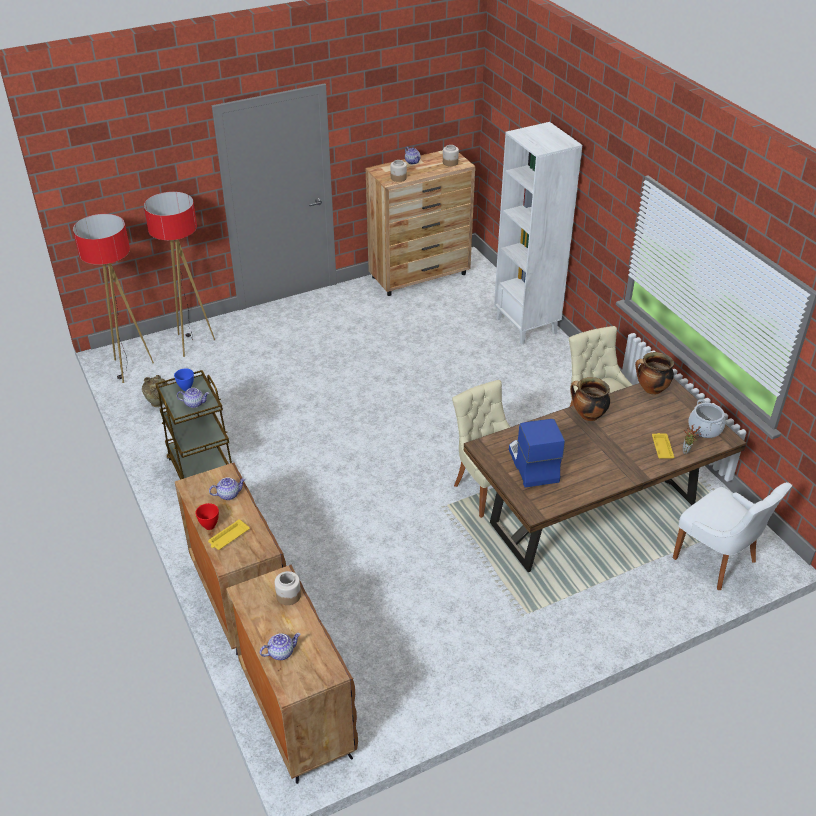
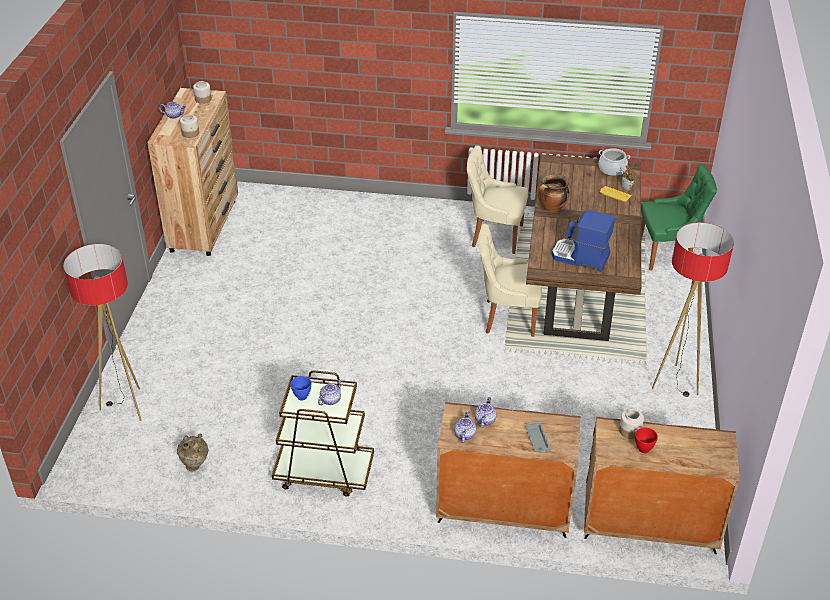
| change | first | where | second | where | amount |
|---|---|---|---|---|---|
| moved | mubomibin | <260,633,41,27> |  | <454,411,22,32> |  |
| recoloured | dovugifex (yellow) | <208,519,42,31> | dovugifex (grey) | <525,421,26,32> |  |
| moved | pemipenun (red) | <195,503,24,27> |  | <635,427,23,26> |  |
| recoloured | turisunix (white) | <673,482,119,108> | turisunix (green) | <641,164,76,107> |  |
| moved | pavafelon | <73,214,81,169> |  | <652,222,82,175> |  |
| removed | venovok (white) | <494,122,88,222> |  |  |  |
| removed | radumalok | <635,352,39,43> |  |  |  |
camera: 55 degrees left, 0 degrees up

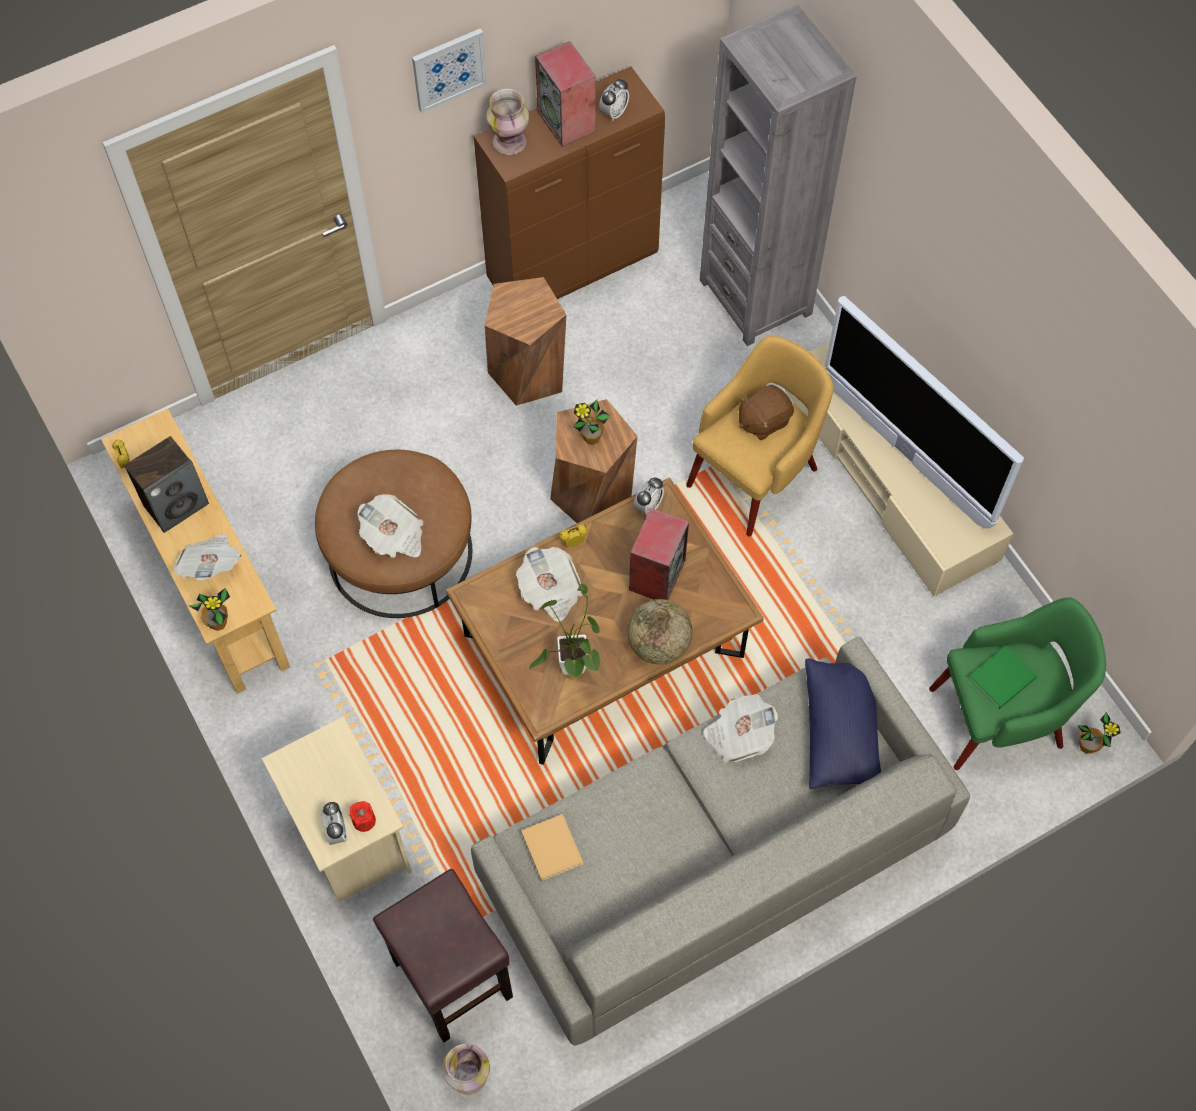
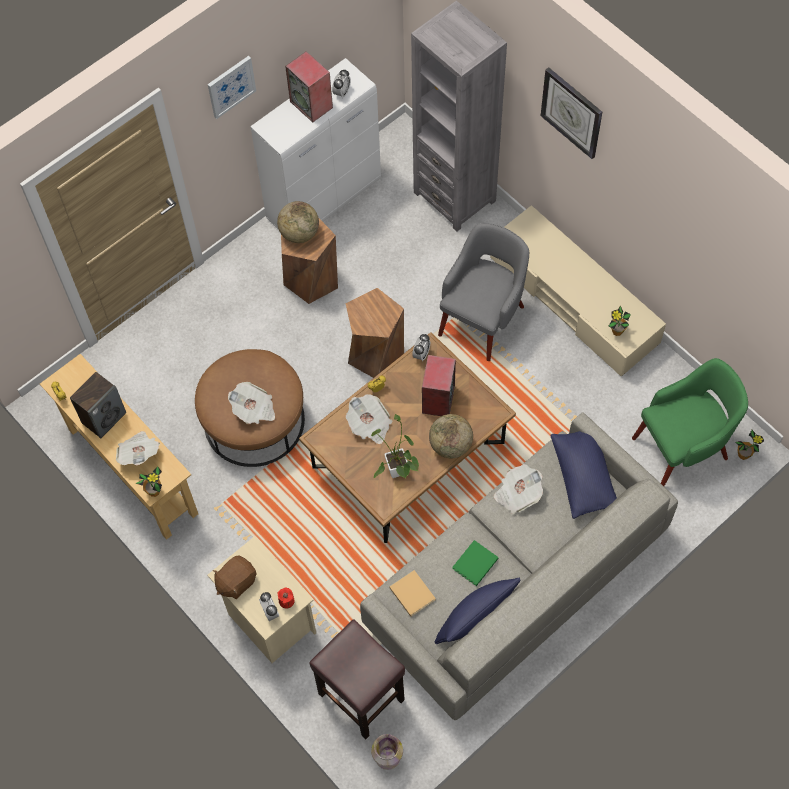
| change | first | where | second | where | amount |
|---|---|---|---|---|---|
| moved | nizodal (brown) | <739,385,55,55> |  | <213,556,43,43> |  |
| recoloured | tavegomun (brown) | <474,66,191,233> | tavegomun (white) | <250,58,131,172> |  |
| added |  |  | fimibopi | <277,201,42,42> |  |
| added |  |  | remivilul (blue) | <435,578,86,66> |  |
| recoloured | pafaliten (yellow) | <686,336,148,200> | pafaliten (grey) | <438,223,91,138> |  |
| moved | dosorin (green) | <968,646,69,63> |  | <452,540,46,46> |  |
| added |  |  | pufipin | <541,67,61,92> |  |
| moved | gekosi | <574,400,36,45> |  | <609,305,22,31> |  |
| removed | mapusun | <487,89,42,66> |  |  |  |
| removed | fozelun | <825,296,199,232> |  |  |  |
camera: 10 degrees left, 0 degrees up

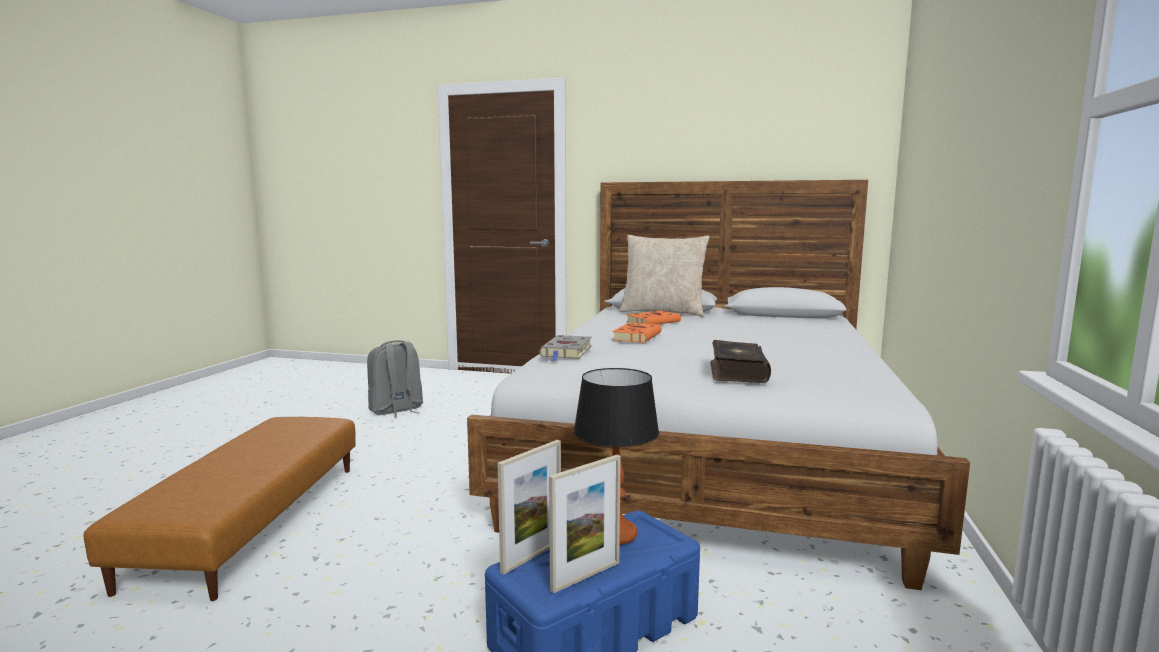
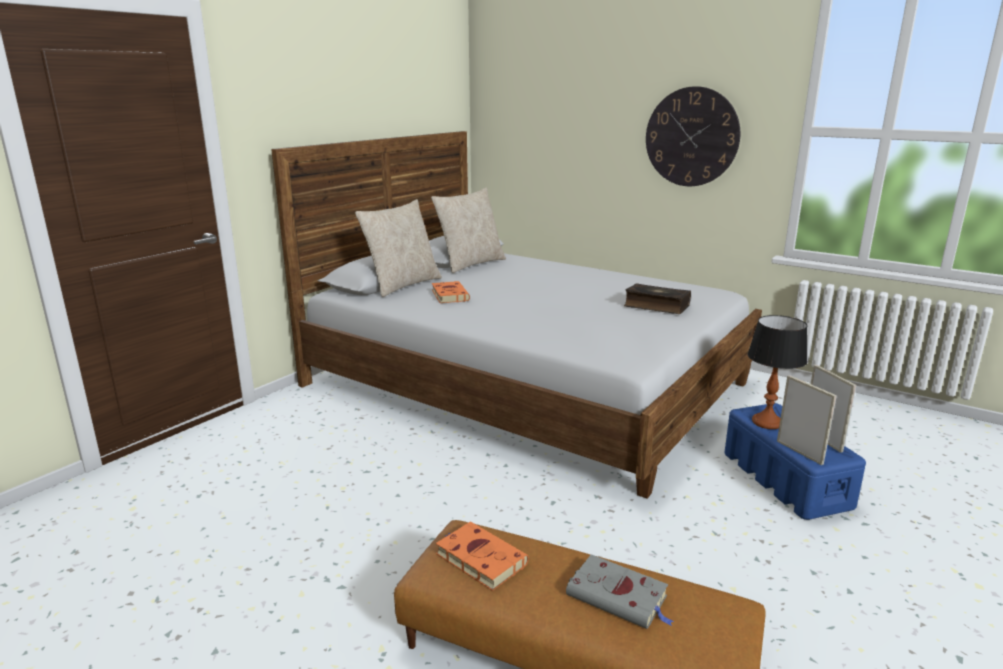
| change | first | where | second | where | amount |
|---|---|---|---|---|---|
| added |  |  | remivilul (beige) | <431,188,75,85> |  |
| moved | dosorin (orange) | <612,323,49,20> |  | <436,521,93,70> |  |
| moved | dosorin (grey) | <539,335,53,26> |  | <566,554,108,75> |  |
| added |  |  | pufipin | <646,86,94,100> |  |
| removed | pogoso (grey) | <367,340,56,78> |  |  |  |
camera: 70 degrees left, 10 degrees up

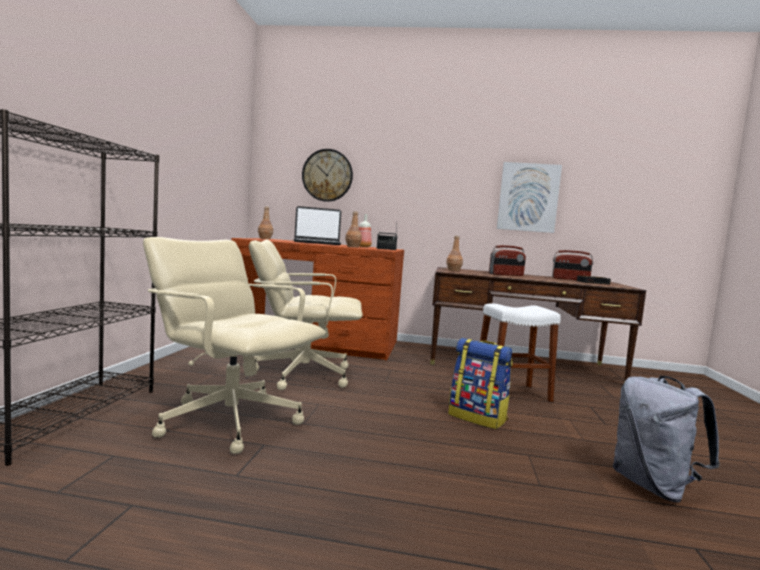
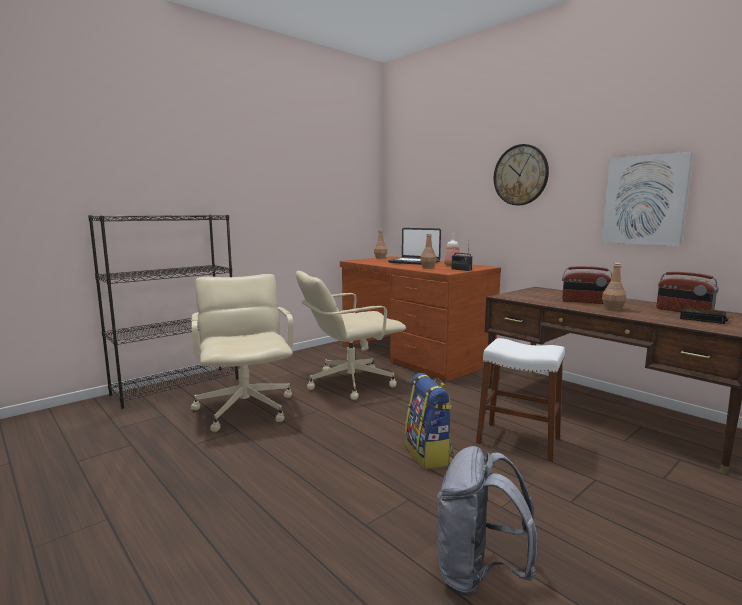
| change | first | where | second | where | amount |
|---|---|---|---|---|---|
| turned | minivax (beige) | <249,240,114,150> |  | <296,271,110,129> | 60 degrees counterclockwise |
| moved | pufipin | <302,149,51,53> |  | <494,144,55,61> |  |
| moved | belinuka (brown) | <446,236,17,35> |  | <602,263,24,47> |  |
camera: 40 degrees right, 5 degrees up

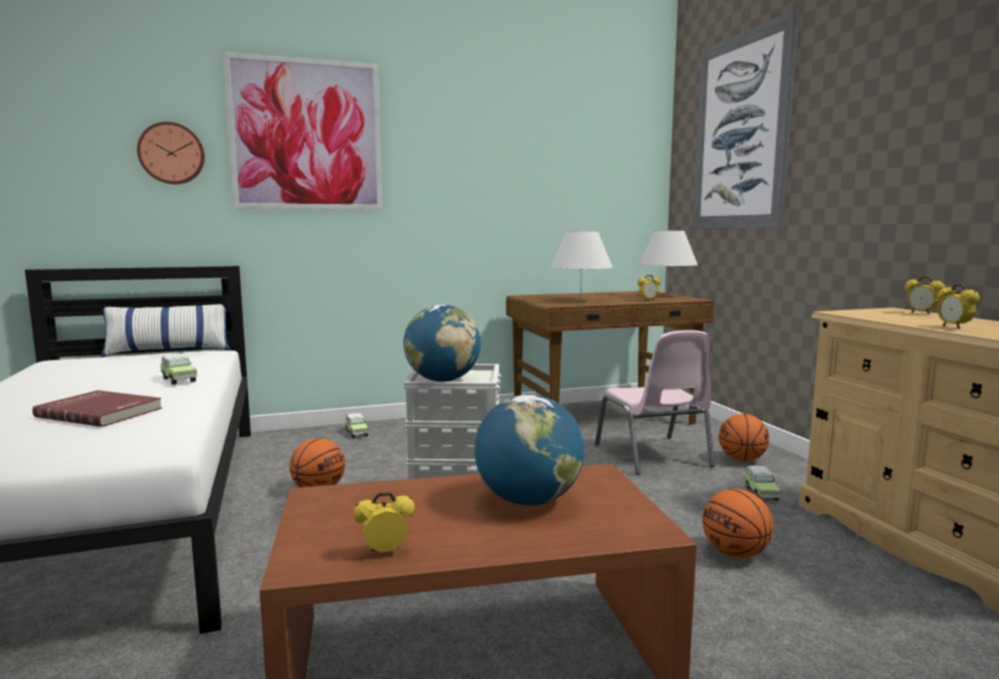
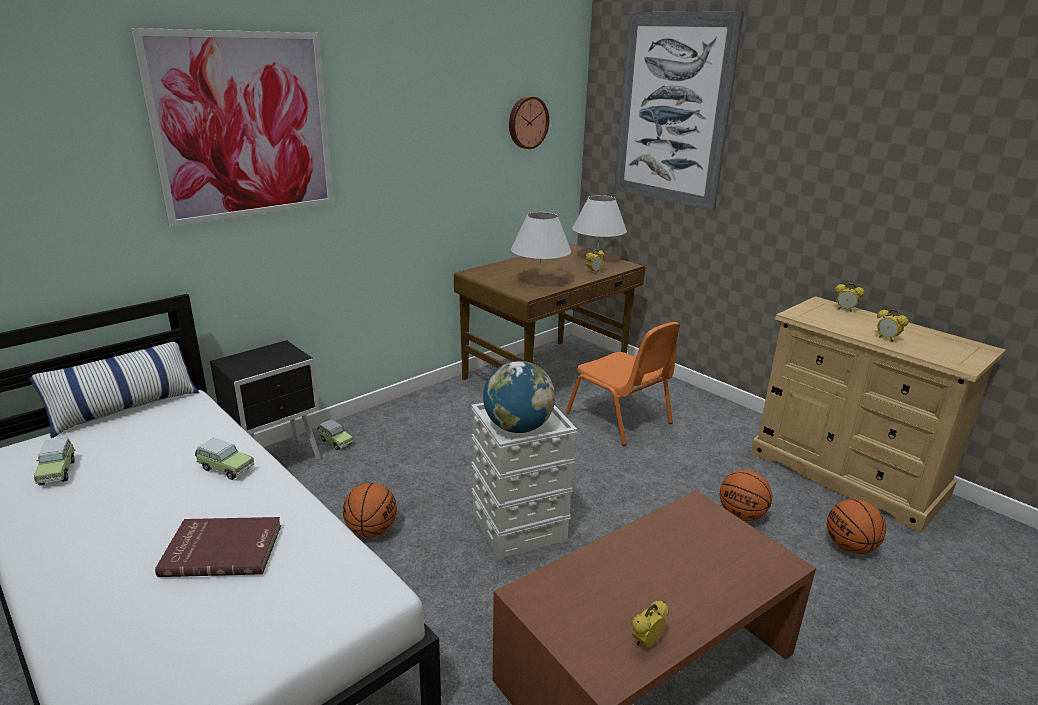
| change | first | where | second | where | amount |
|---|---|---|---|---|---|
| moved | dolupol | <744,466,37,35> |  | <34,438,41,48> |  |
| added |  |  | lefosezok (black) | <210,340,111,120> |  |
| moved | pufipin | <137,122,68,62> |  | <509,96,40,53> |  |
| recoloured | turisunix (pink) | <595,330,120,145> | turisunix (orange) | <566,322,114,124> |  |
| moved | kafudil | <719,414,50,47> |  | <827,499,59,55> |  |
| removed | fimibopi | <474,394,110,112> |  |  |  |
camera: 25 degrees left, 15 degrees up

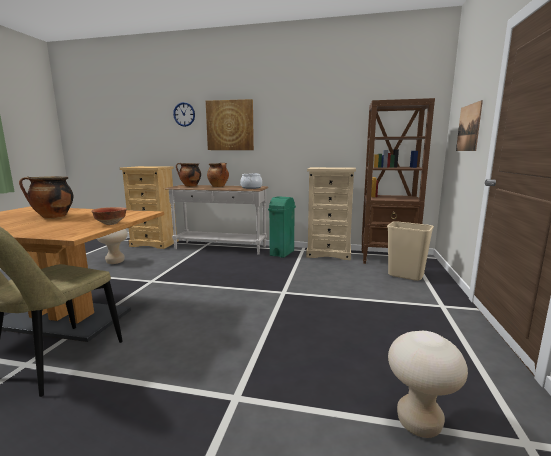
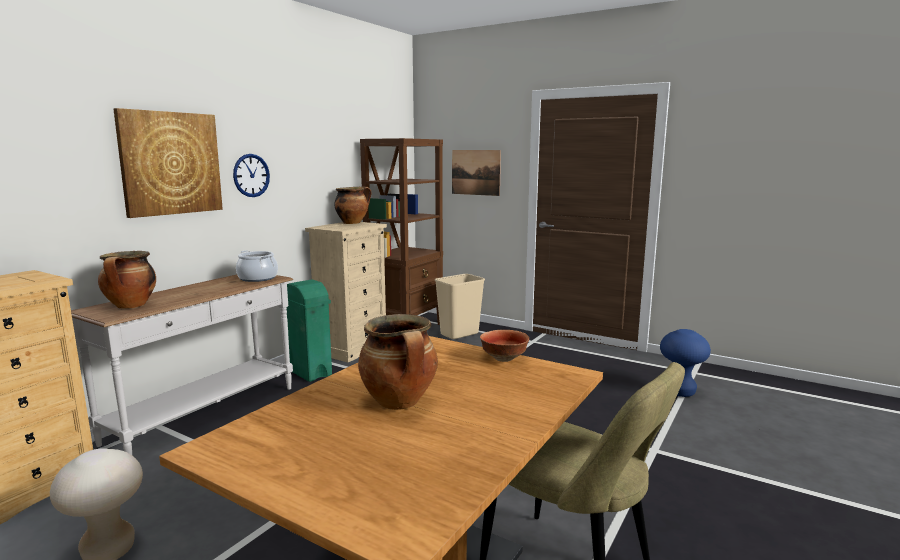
| change | first | where | second | where | amount |
|---|---|---|---|---|---|
| moved | pufipin | <173,102,22,25> |  | <233,154,37,43> |  |
| moved | radumalok | <207,163,22,24> |  | <334,186,37,38> |  |
| recoloured | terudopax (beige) | <388,331,80,107> | terudopax (blue) | <660,329,51,68> |  |
camera: 70 degrees left, 0 degrees up

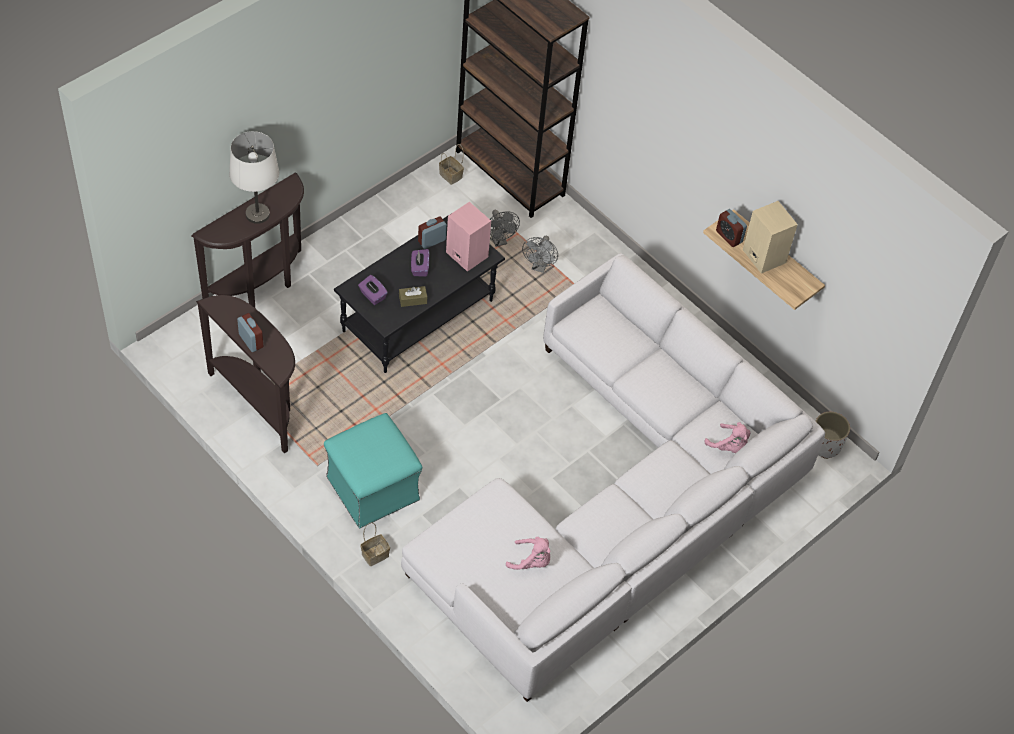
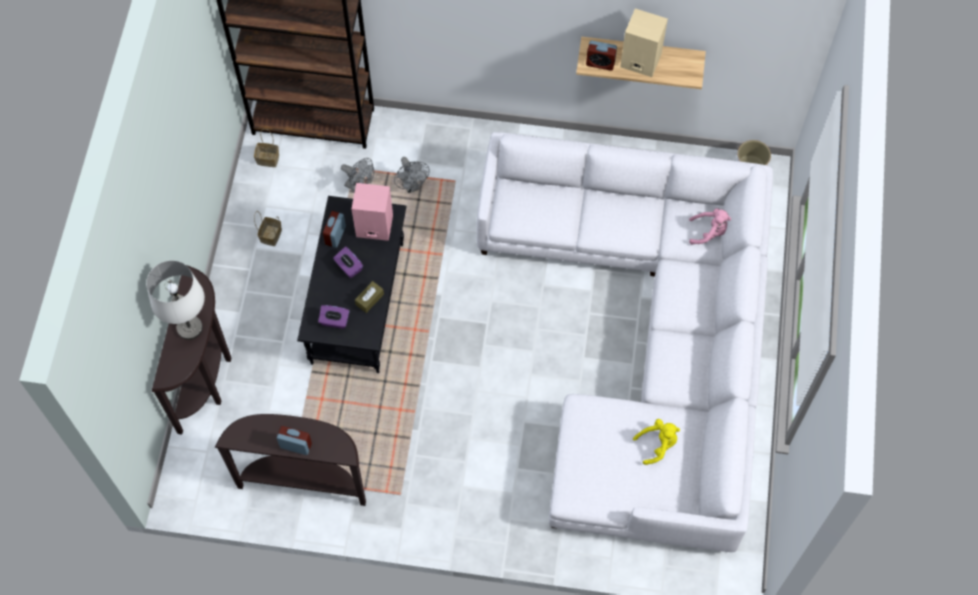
| change | first | where | second | where | amount |
|---|---|---|---|---|---|
| moved | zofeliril | <361,522,29,44> |  | <254,211,28,35> |  |
| recoloured | nizodal (pink) | <506,537,44,33> | nizodal (yellow) | <633,419,47,46> |  |
| removed | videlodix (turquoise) | <324,413,98,116> |  |  |  |
camera: 35 degrees left, 10 degrees up

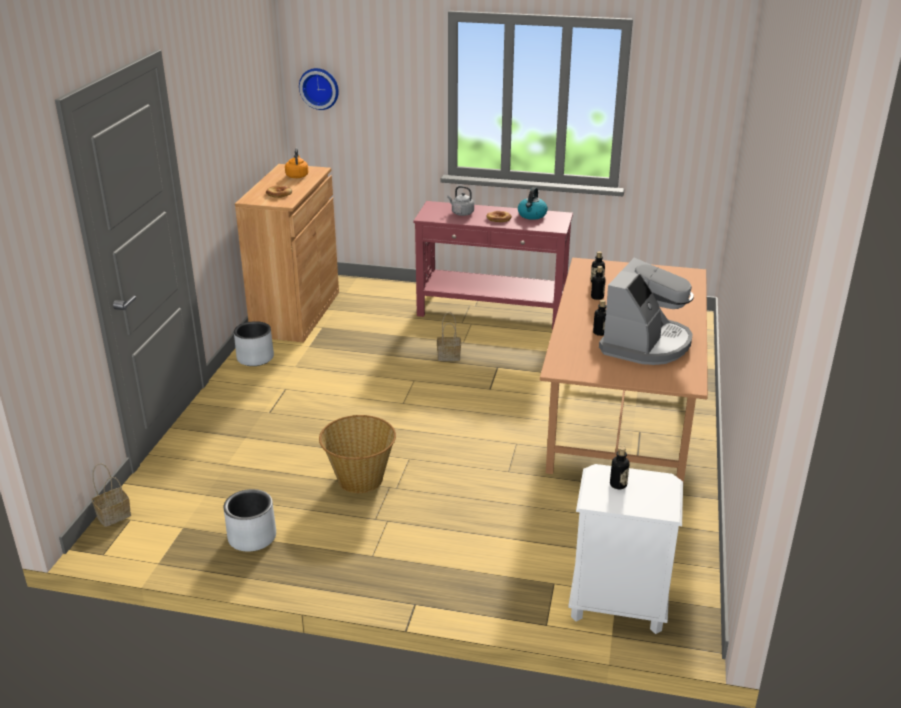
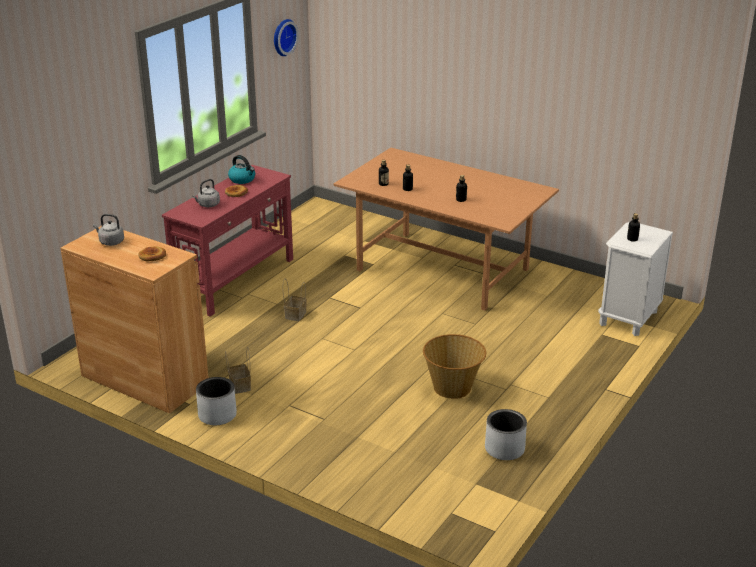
| change | first | where | second | where | amount |
|---|---|---|---|---|---|
| recoloured | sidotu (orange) | <285,148,23,30> | sidotu (grey) | <93,214,31,32> |  |
| moved | zofeliril | <92,463,39,64> |  | <225,347,26,47> |  |
| moved | pufipin | <299,68,40,42> |  | <274,19,25,37> |  |
| removed | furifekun | <599,258,95,107> |  |  |  |
camera: 70 degrees left, 0 degrees up

